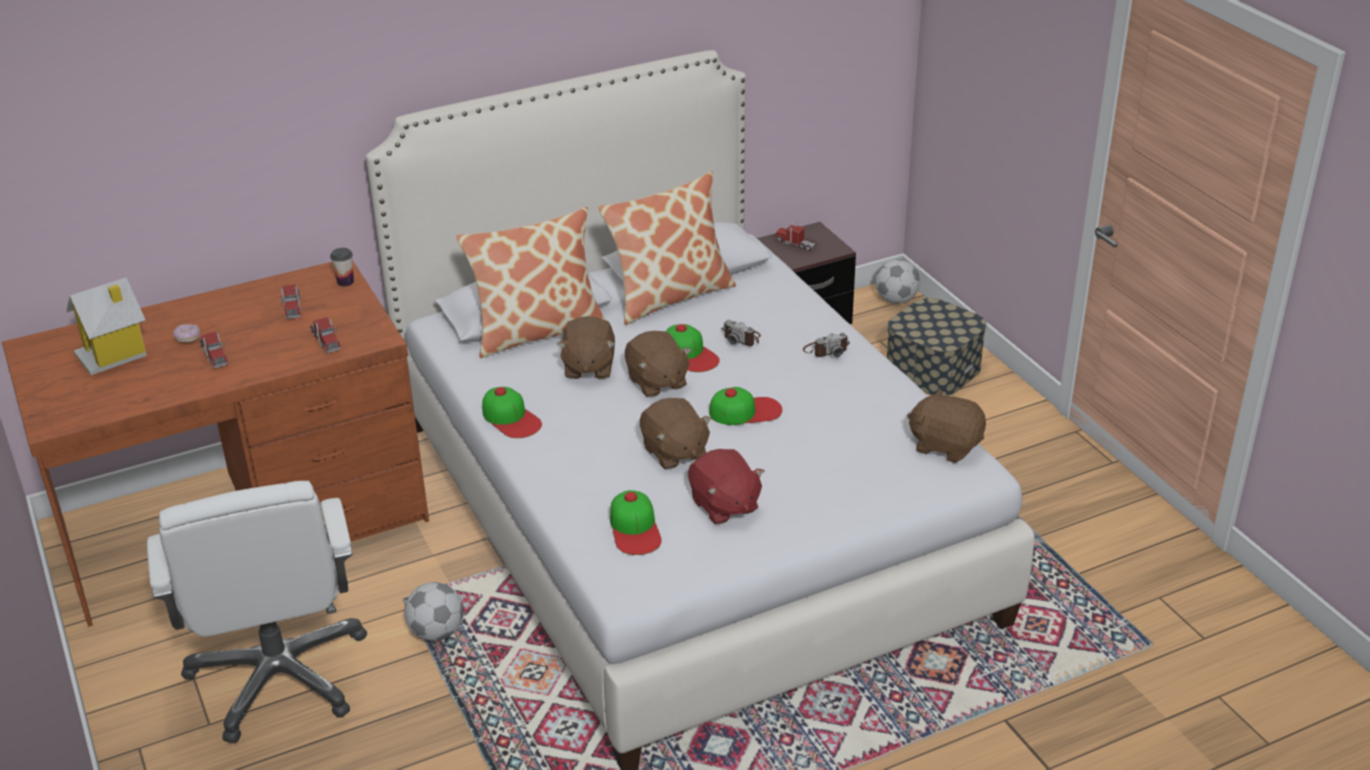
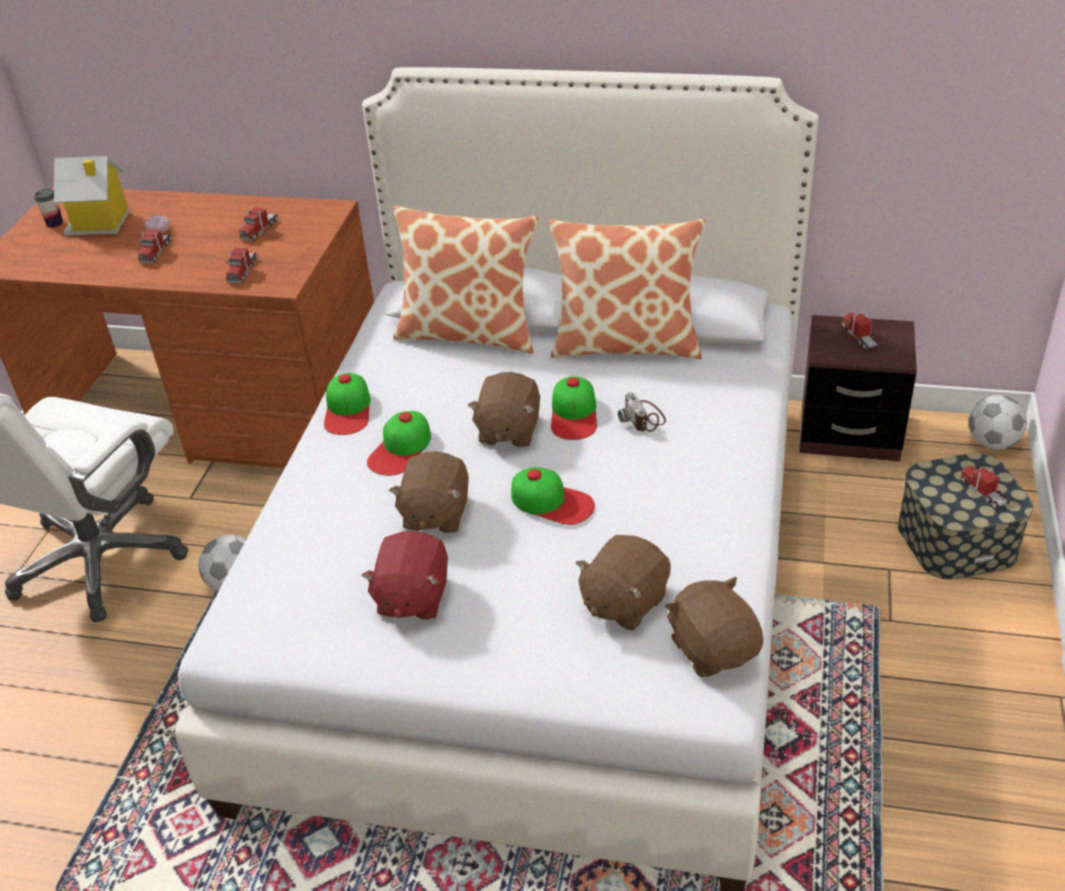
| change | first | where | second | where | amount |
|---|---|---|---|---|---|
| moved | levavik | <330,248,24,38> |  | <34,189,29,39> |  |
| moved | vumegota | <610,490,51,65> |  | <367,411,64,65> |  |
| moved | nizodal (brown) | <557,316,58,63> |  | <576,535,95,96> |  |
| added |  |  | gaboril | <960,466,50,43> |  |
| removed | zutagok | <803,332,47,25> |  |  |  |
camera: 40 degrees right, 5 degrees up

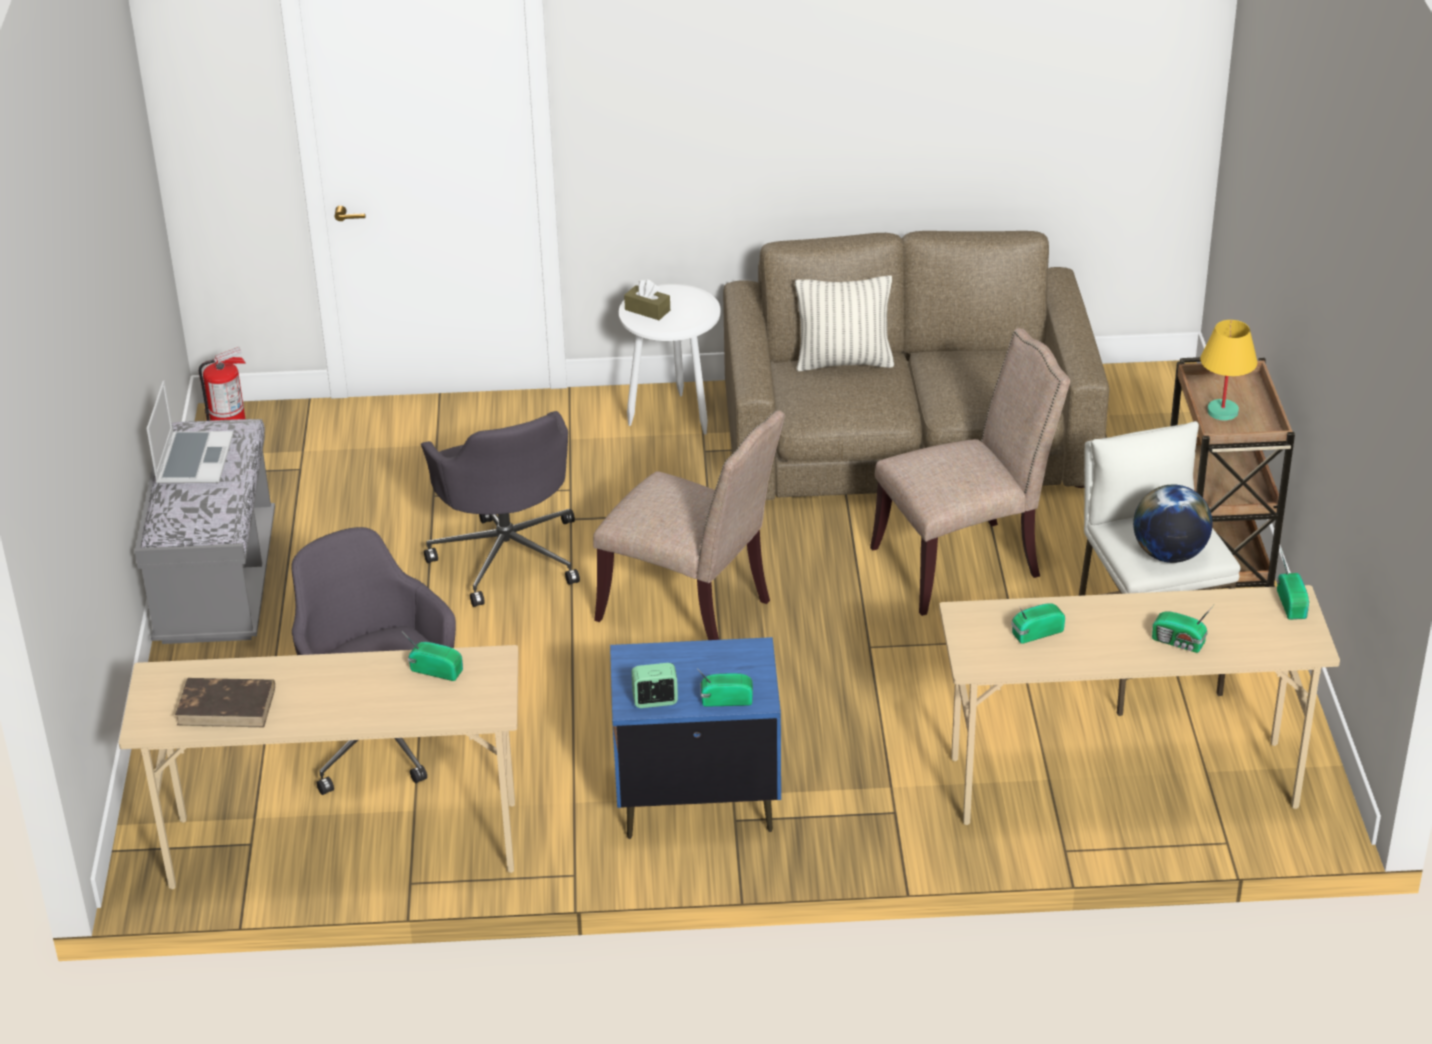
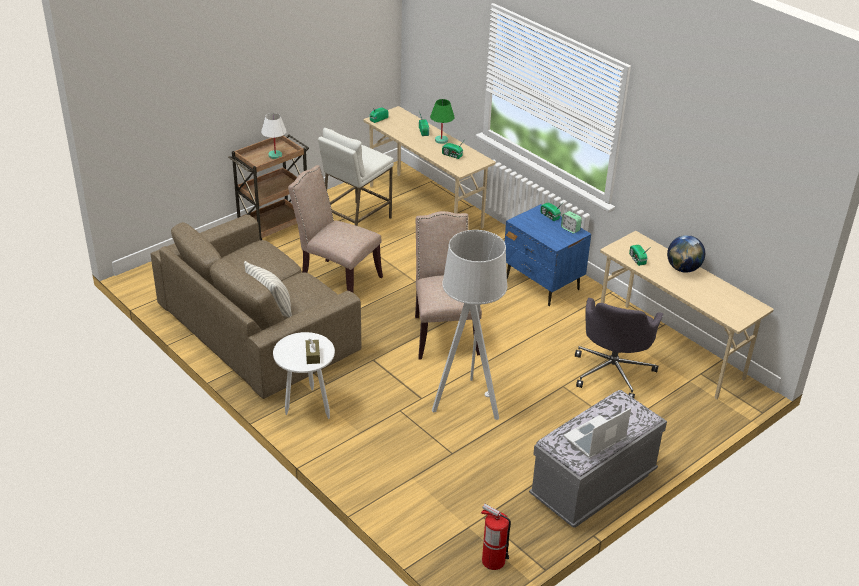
| change | first | where | second | where | amount |
|---|---|---|---|---|---|
| recoloured | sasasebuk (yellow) | <1200,320,58,101> | sasasebuk (white) | <261,113,26,46> |  |
| added |  |  | sasasebuk (green) | <430,99,25,45> |  |
| replaced | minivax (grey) | <421,411,159,196> | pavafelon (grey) | <432,230,75,190> |  |
| moved | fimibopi | <1133,484,80,79> |  | <667,235,38,38> |  |
| removed | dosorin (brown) | <175,678,100,49> |  |  |  |
camera: 130 degrees left, 0 degrees up

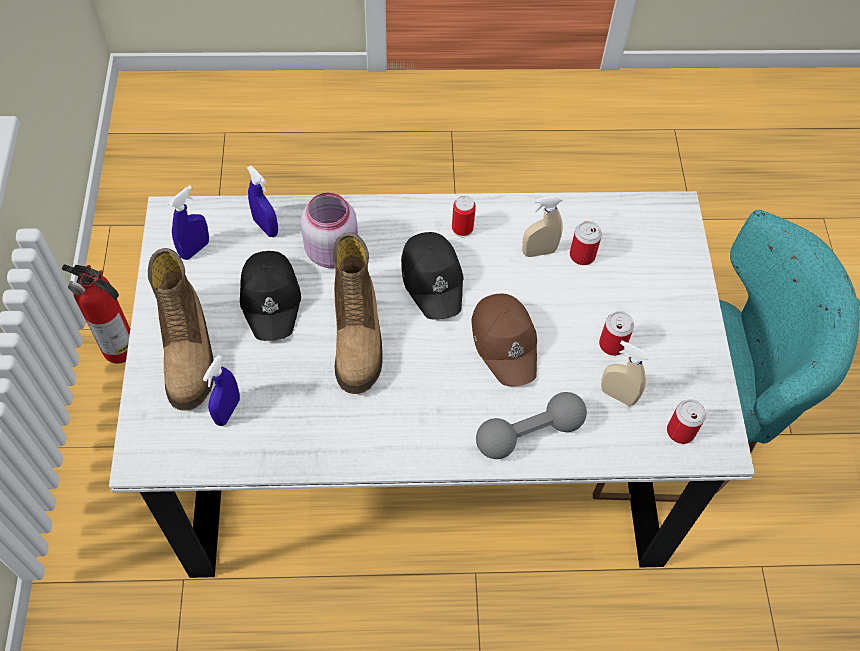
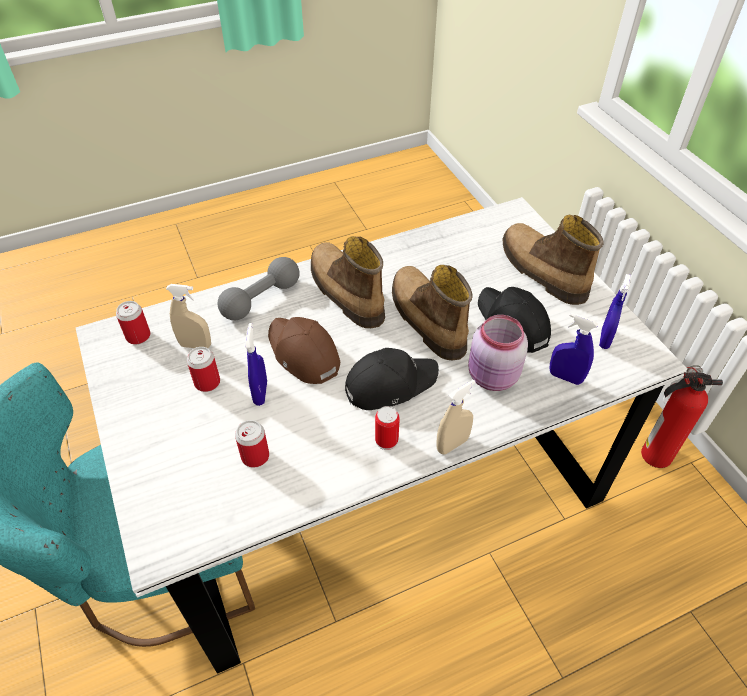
| change | first | where | second | where | amount |
|---|---|---|---|---|---|
| moved | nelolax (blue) | <203,355,37,71> |  | <245,323,22,83> |  |
| added |  |  | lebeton | <311,236,74,92> |  |
| turned | vumegota (black) | <401,232,63,88> |  | <345,348,94,62> | 105 degrees clockwise |
| moved | nelolax (beige) | <522,196,41,61> |  | <436,380,40,75> |  |
camera: 160 degrees right, 10 degrees down

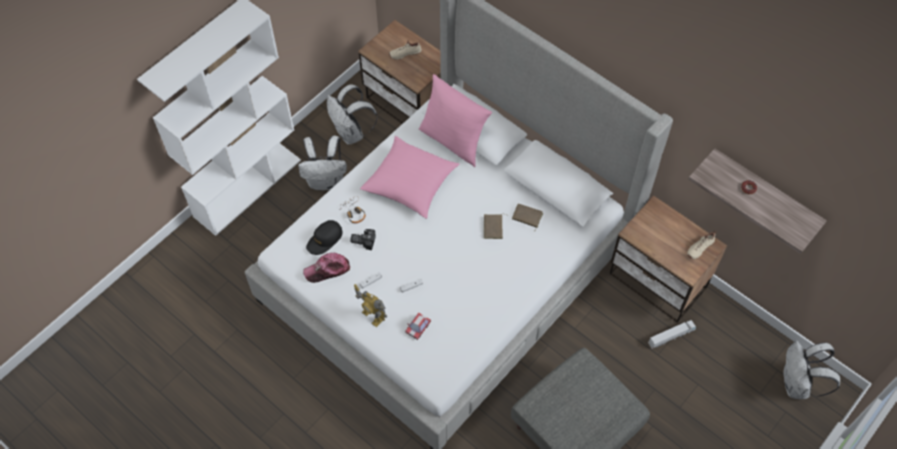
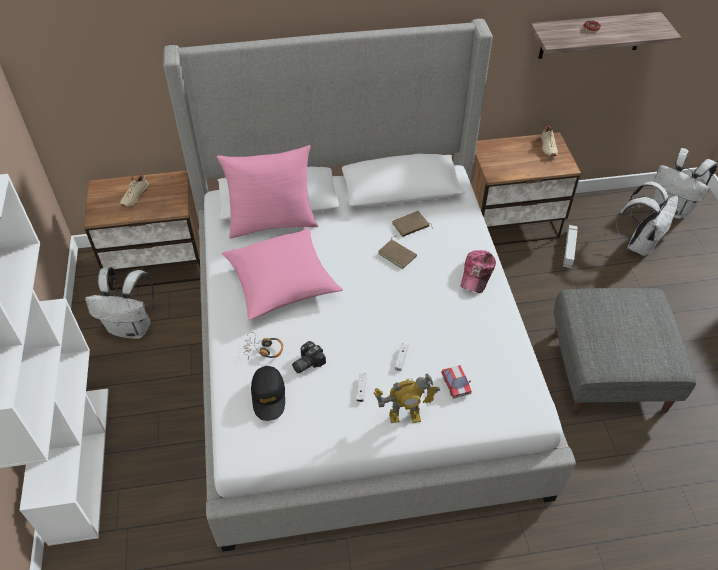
| change | first | where | second | where | amount |
|---|---|---|---|---|---|
| moved | vumegota | <303,253,47,30> |  | <461,250,35,43> |  |
| moved | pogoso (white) | <298,136,49,54> |  | <616,182,62,74> |  |
camera: 50 degrees left, 10 degrees down

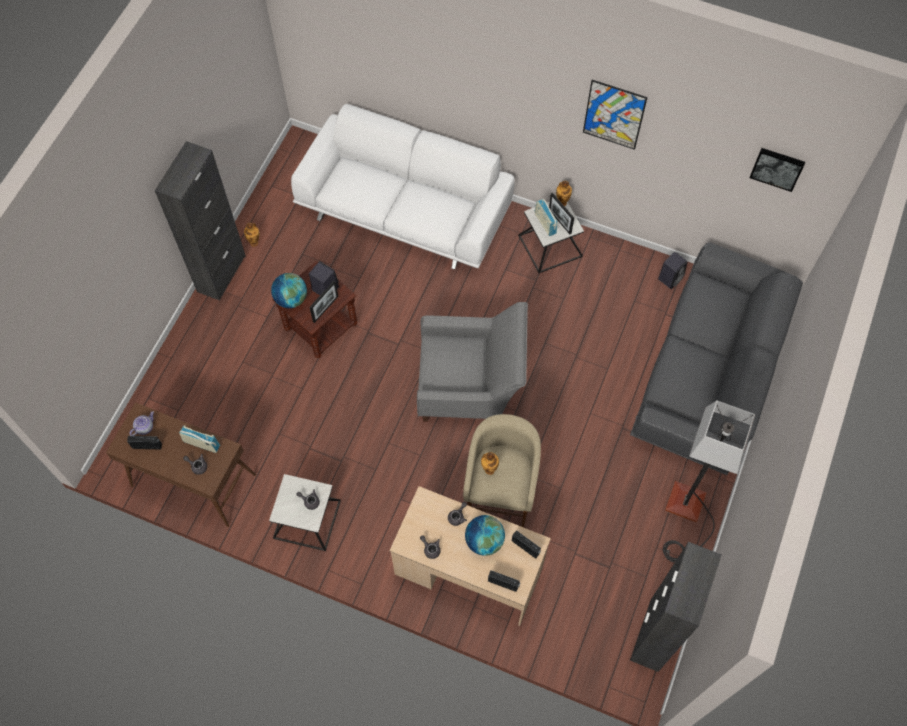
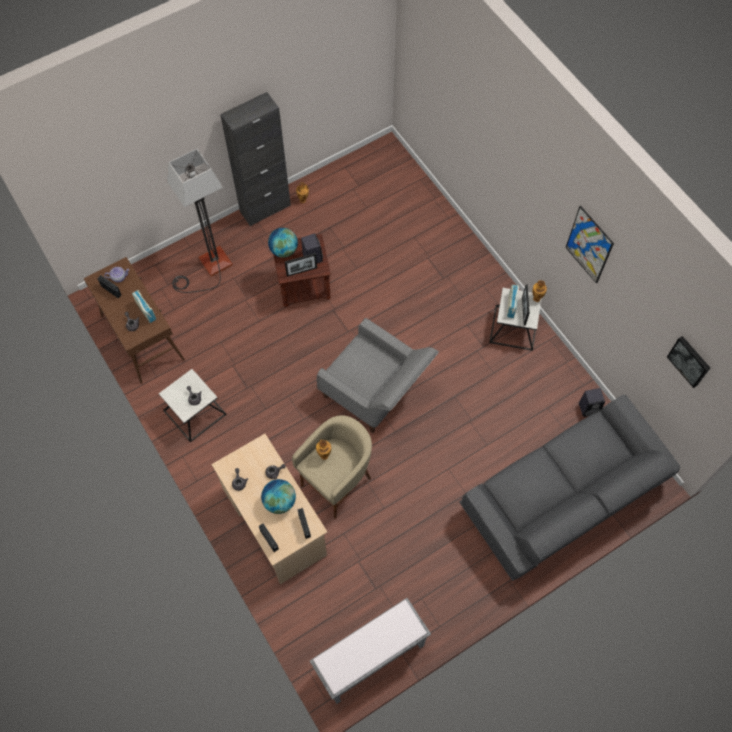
| change | first | where | second | where | amount |
|---|---|---|---|---|---|
| moved | pavafelon | <663,400,92,163> |  | <167,149,66,144> |  |
| replaced | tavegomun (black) | <630,542,92,130> | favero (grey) | <310,598,121,106> |  |
| removed | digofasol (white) | <291,104,224,165> |  |  |  |
camera: 35 degrees right, 0 degrees up

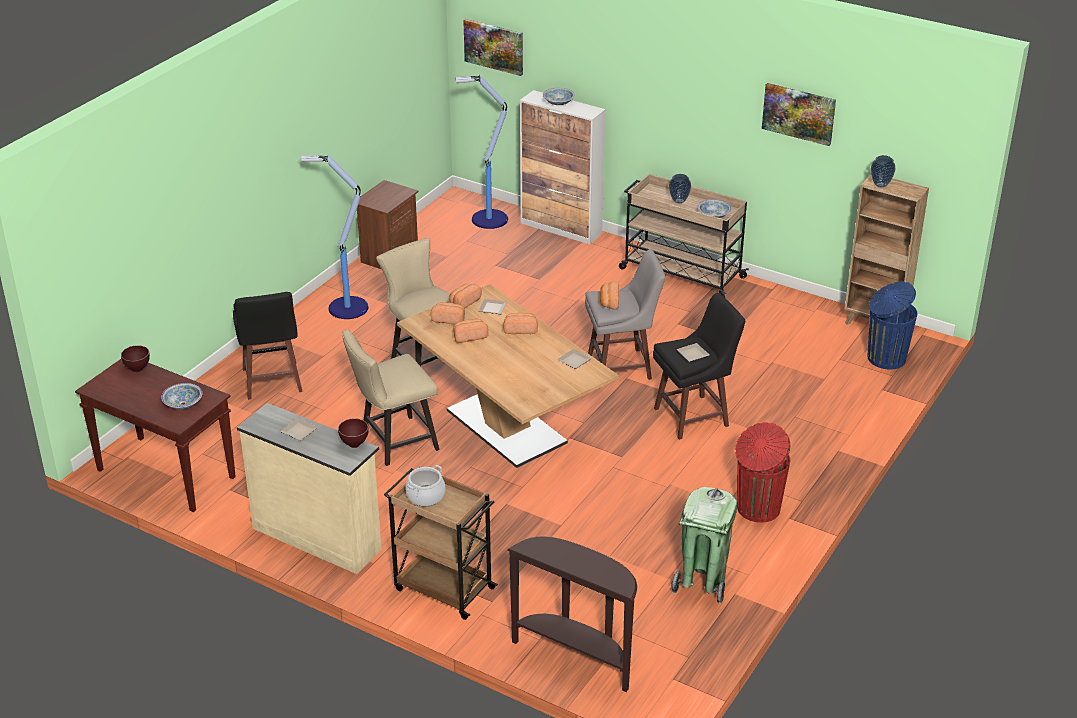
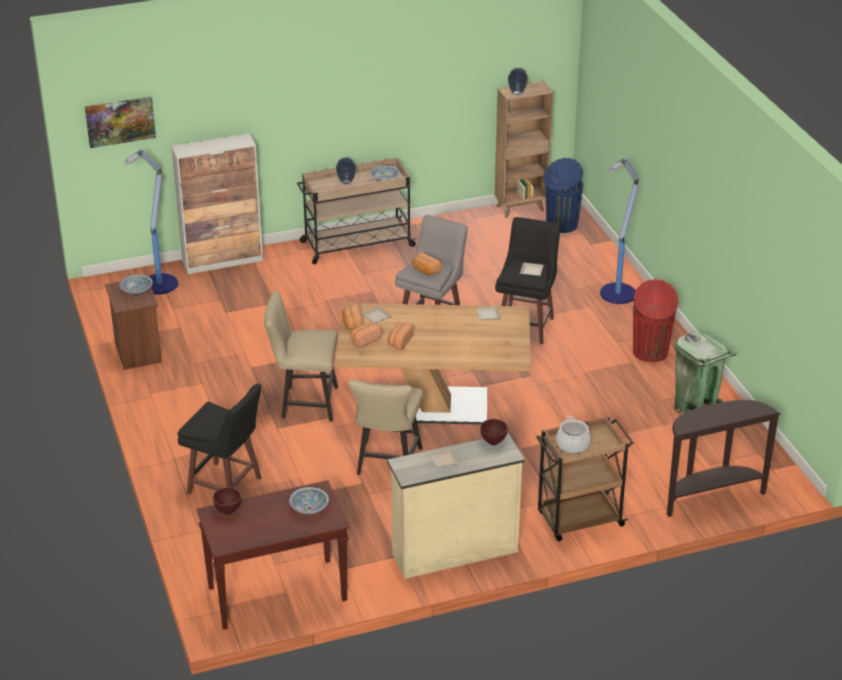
| change | first | where | second | where | amount |
|---|---|---|---|---|---|
| moved | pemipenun | <543,88,32,17> |  | <119,274,34,21> |  |
| moved | pavafelon | <301,155,68,164> |  | <600,157,39,147> |  |
| removed | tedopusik | <504,313,34,21> |  |  |  |
| removed | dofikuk | <762,83,74,63> |  |  |  |
camera: 50 degrees left, 0 degrees up

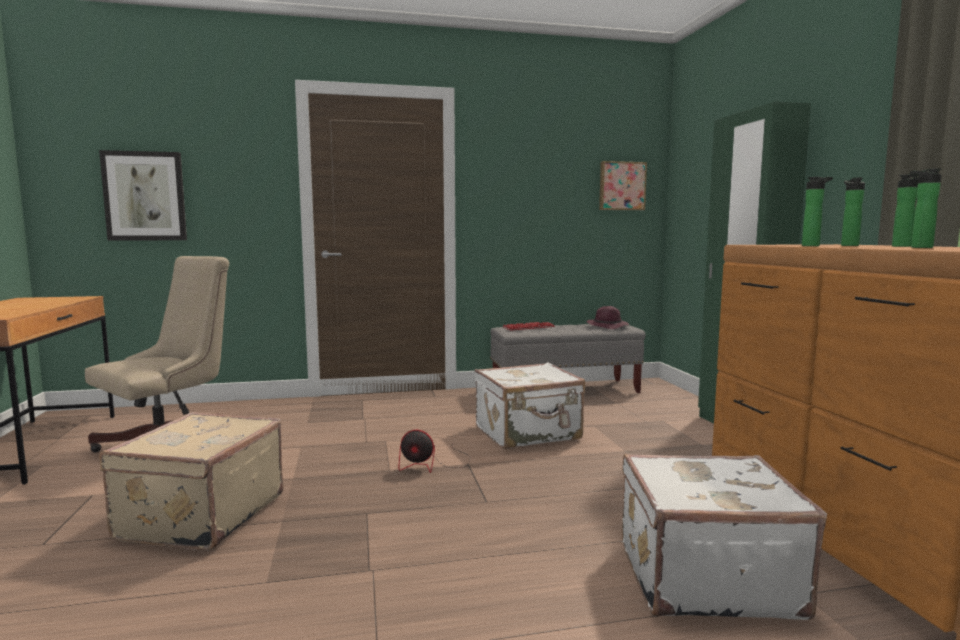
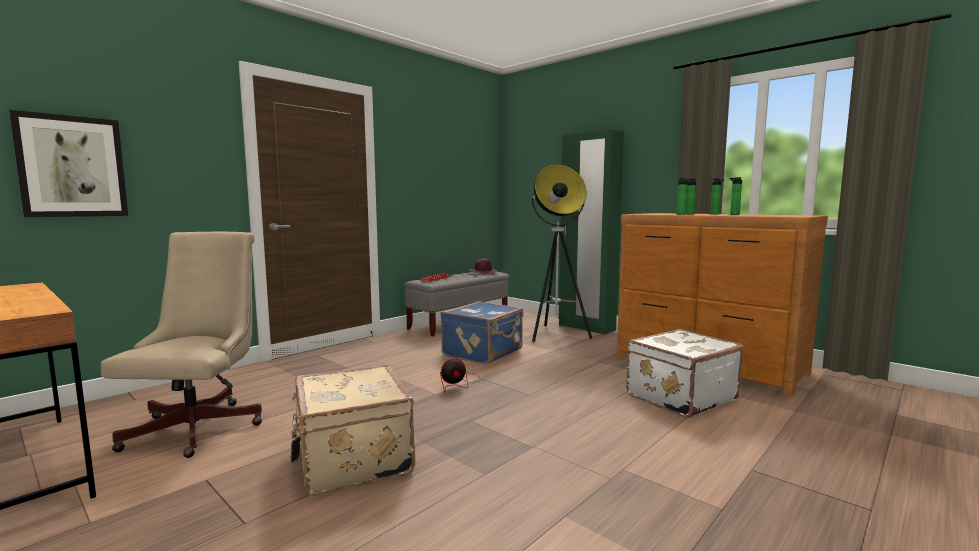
| change | first | where | second | where | amount |
|---|---|---|---|---|---|
| recoloured | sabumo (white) | <475,362,110,87> | sabumo (blue) | <440,301,83,64> |  |
| added |  |  | pavafelon | <531,164,61,178> |  |
| removed | dofikuk | <599,161,48,49> |  |  |  |
camera: 35 degrees left, 0 degrees up

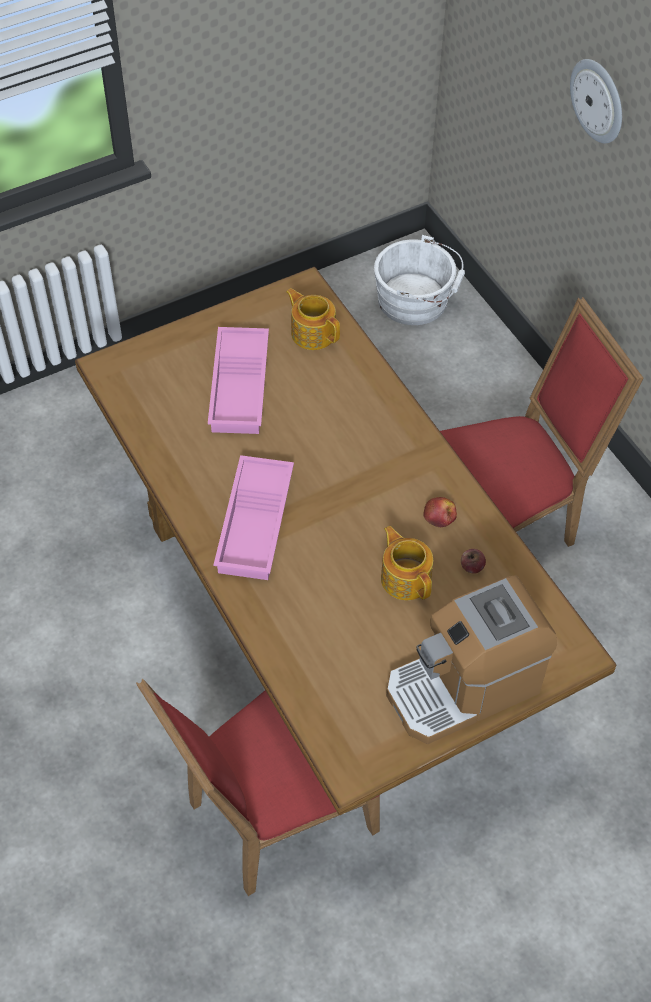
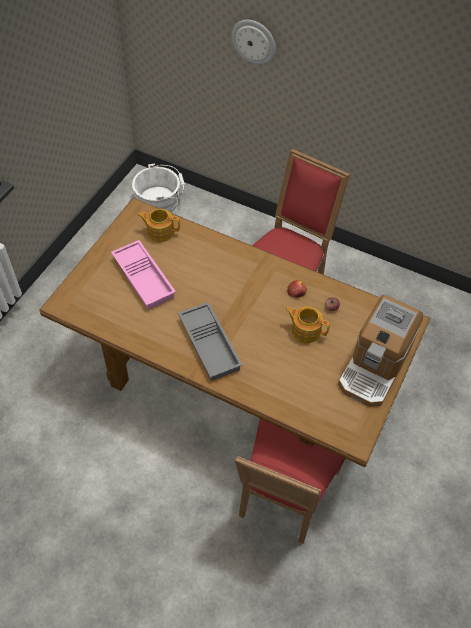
| change | first | where | second | where | amount |
|---|---|---|---|---|---|
| recoloured | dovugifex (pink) | <213,455,81,125> | dovugifex (grey) | <178,302,64,79> |  |
camera: 35 degrees left, 0 degrees up

